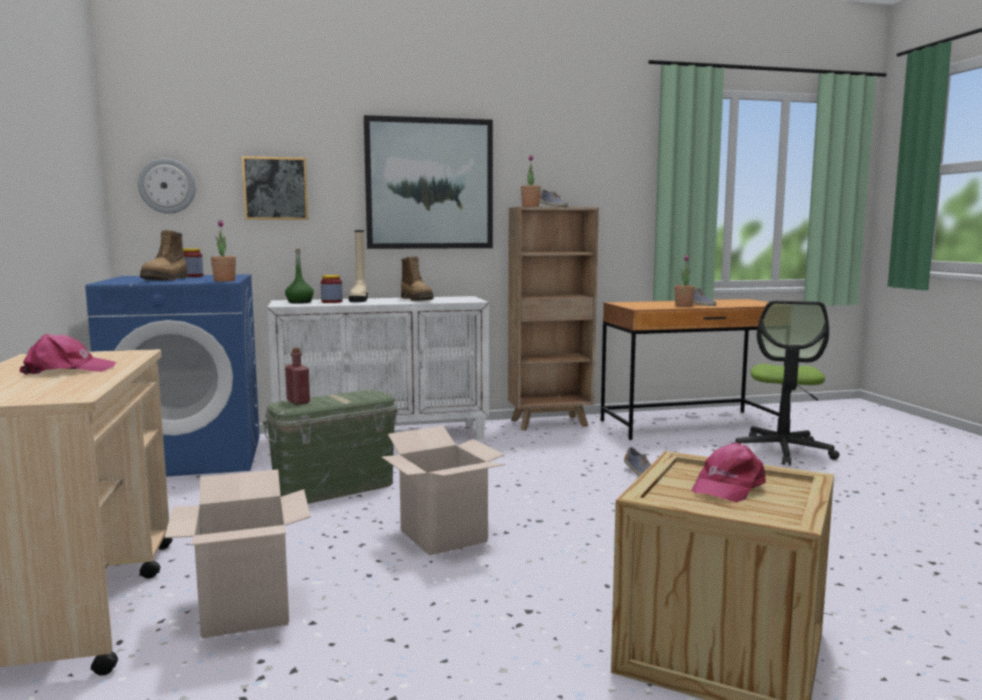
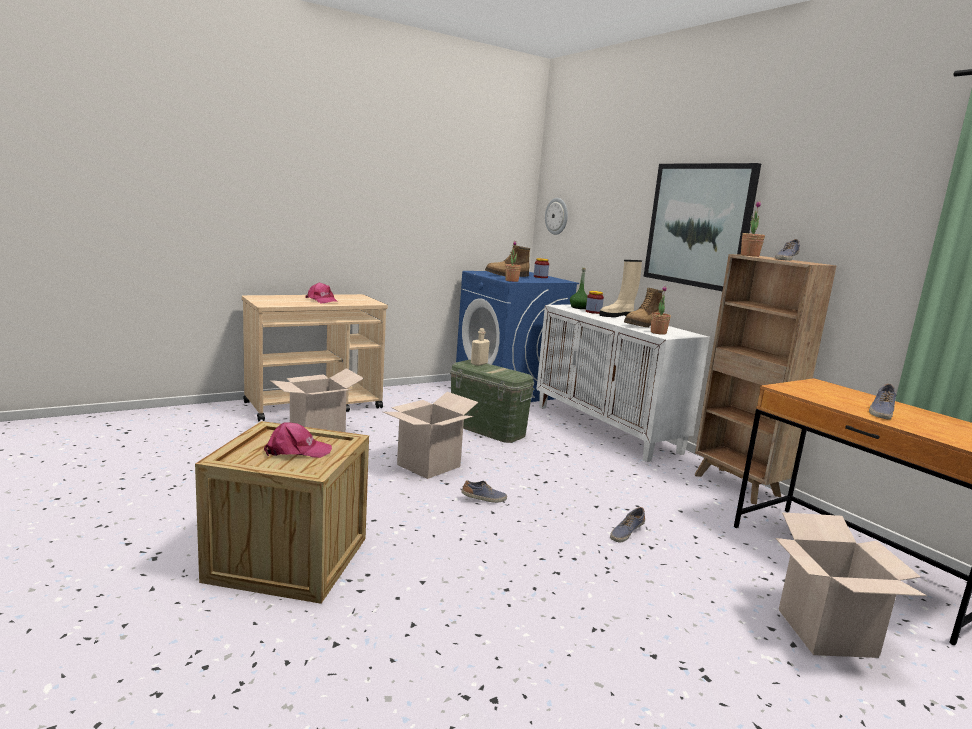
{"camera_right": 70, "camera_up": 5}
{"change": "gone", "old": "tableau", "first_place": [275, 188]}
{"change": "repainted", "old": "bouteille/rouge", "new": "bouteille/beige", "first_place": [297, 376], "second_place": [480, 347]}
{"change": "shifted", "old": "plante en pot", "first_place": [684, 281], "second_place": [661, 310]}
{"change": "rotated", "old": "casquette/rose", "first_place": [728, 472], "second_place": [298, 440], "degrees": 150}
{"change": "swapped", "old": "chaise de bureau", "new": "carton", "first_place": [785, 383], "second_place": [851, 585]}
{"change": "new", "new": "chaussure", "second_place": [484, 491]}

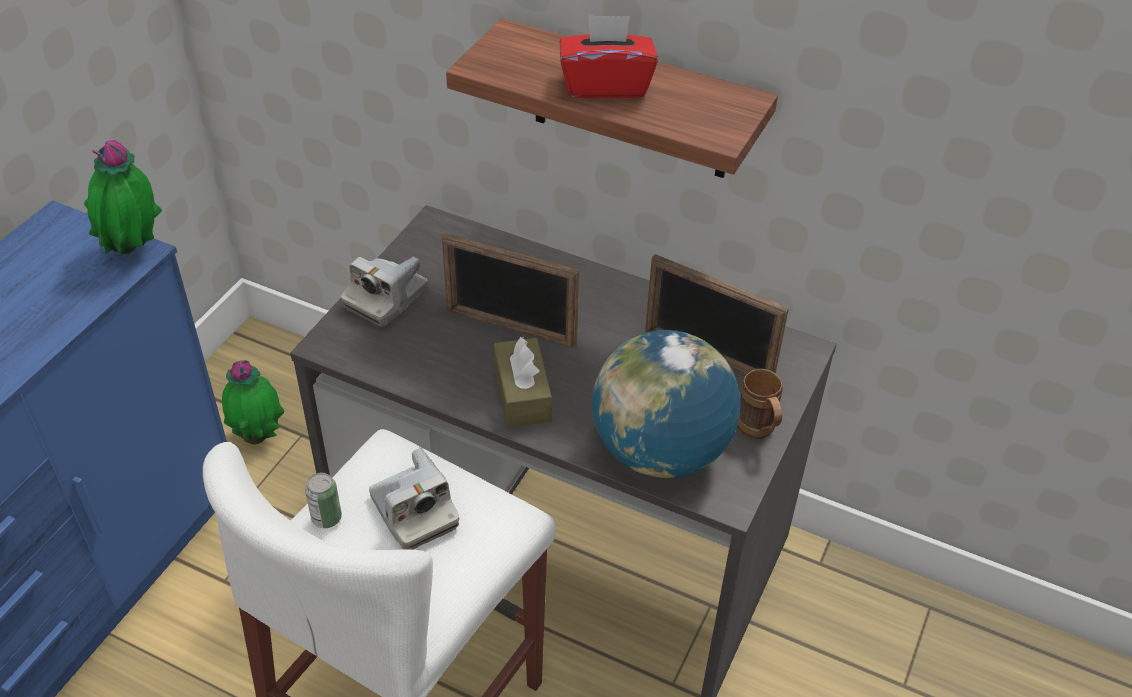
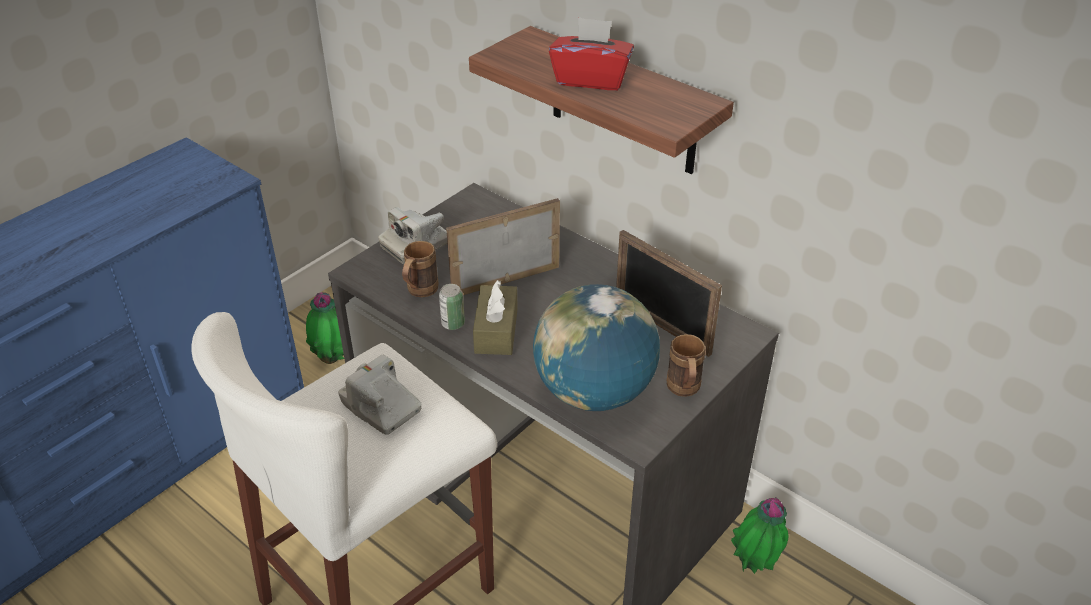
{"camera_right": 15, "camera_up": -5}
{"change": "shifted", "old": "plante en pot", "first_place": [123, 197], "second_place": [760, 535]}
{"change": "shifted", "old": "boîte métallique", "first_place": [323, 500], "second_place": [452, 307]}
{"change": "rotated", "old": "appareil photo", "first_place": [414, 499], "second_place": [379, 395], "degrees": 150}
{"change": "rotated", "old": "cadre photo", "first_place": [510, 290], "second_place": [503, 246], "degrees": 120}
{"change": "new", "new": "mug/marron", "second_place": [420, 269]}

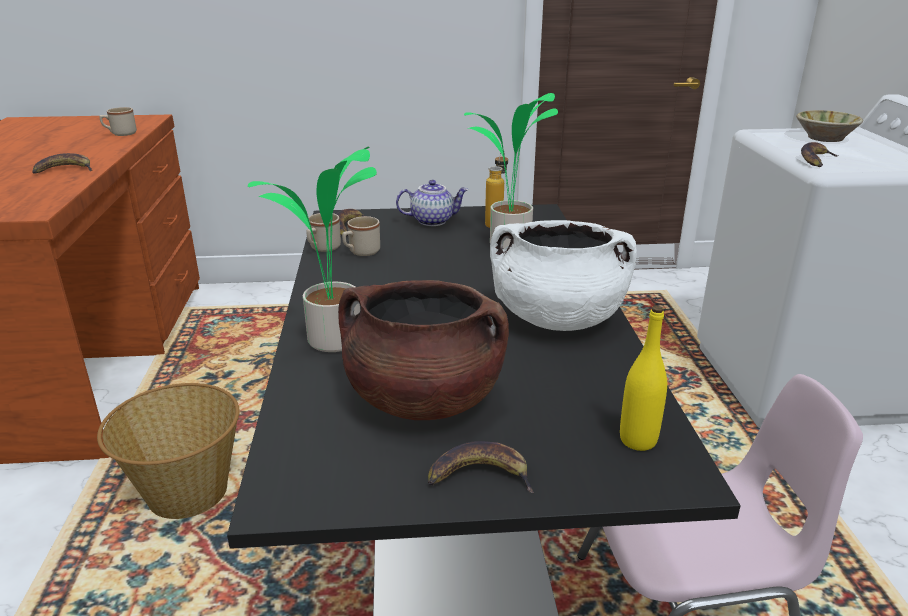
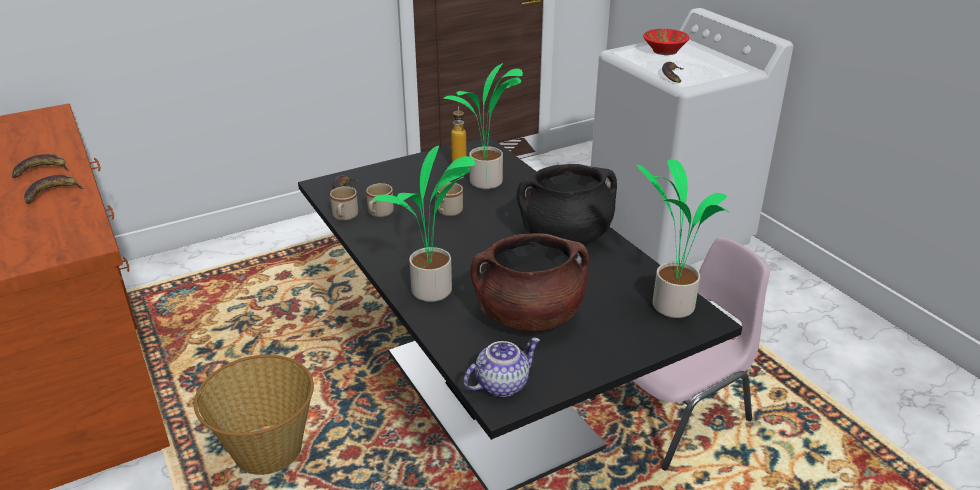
{"camera_right": -25, "camera_up": 5}
{"change": "shifted", "old": "mug/beige", "first_place": [118, 121], "second_place": [450, 199]}
{"change": "shifted", "old": "théière", "first_place": [432, 203], "second_place": [502, 367]}
{"change": "shifted", "old": "banane", "first_place": [481, 467], "second_place": [40, 166]}
{"change": "repainted", "old": "marmite/blanc", "new": "marmite/noir", "first_place": [563, 275], "second_place": [567, 204]}
{"change": "swapped", "old": "bouteille/jaune", "new": "plante en pot", "first_place": [643, 378], "second_place": [683, 238]}
{"change": "repainted", "old": "bol/beige", "new": "bol/rouge", "first_place": [829, 126], "second_place": [666, 42]}

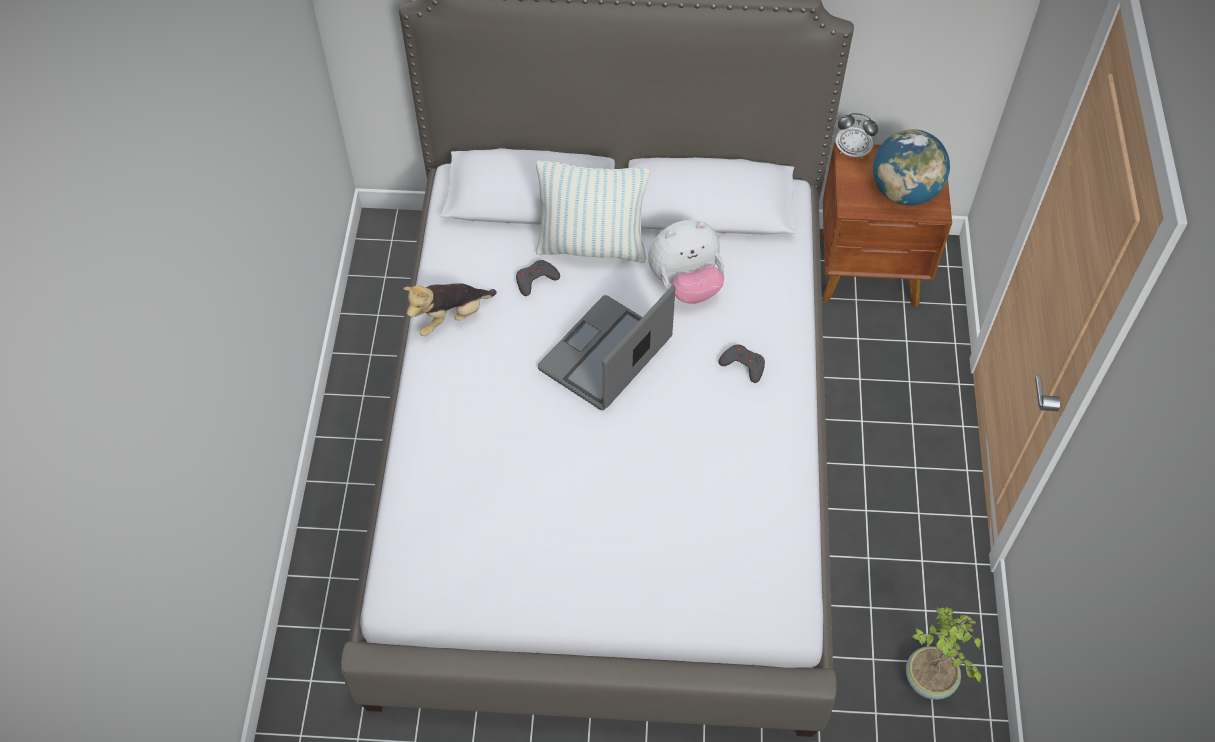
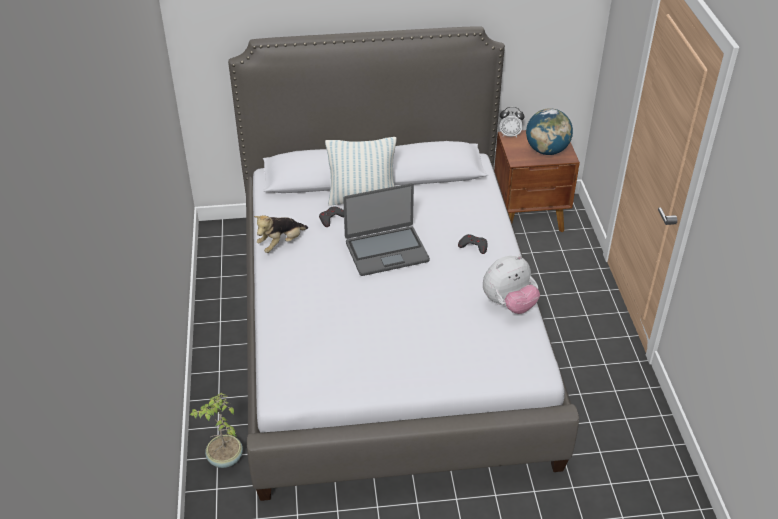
{"camera_right": -10, "camera_up": -15}
{"change": "rotated", "old": "ordinateur portable", "first_place": [606, 347], "second_place": [386, 229], "degrees": -135}
{"change": "shifted", "old": "peluche", "first_place": [686, 262], "second_place": [511, 284]}
{"change": "shifted", "old": "plante en pot", "first_place": [943, 653], "second_place": [216, 430]}

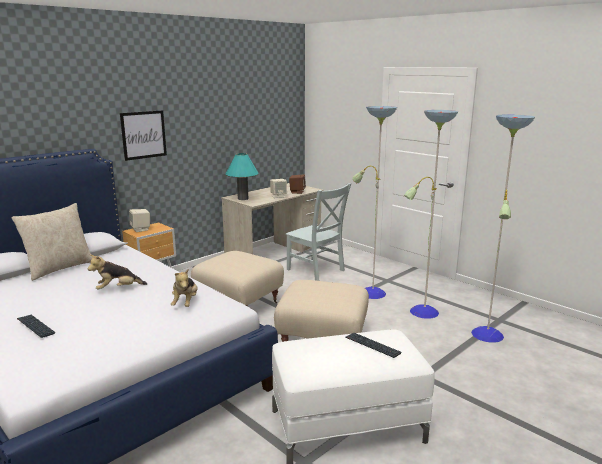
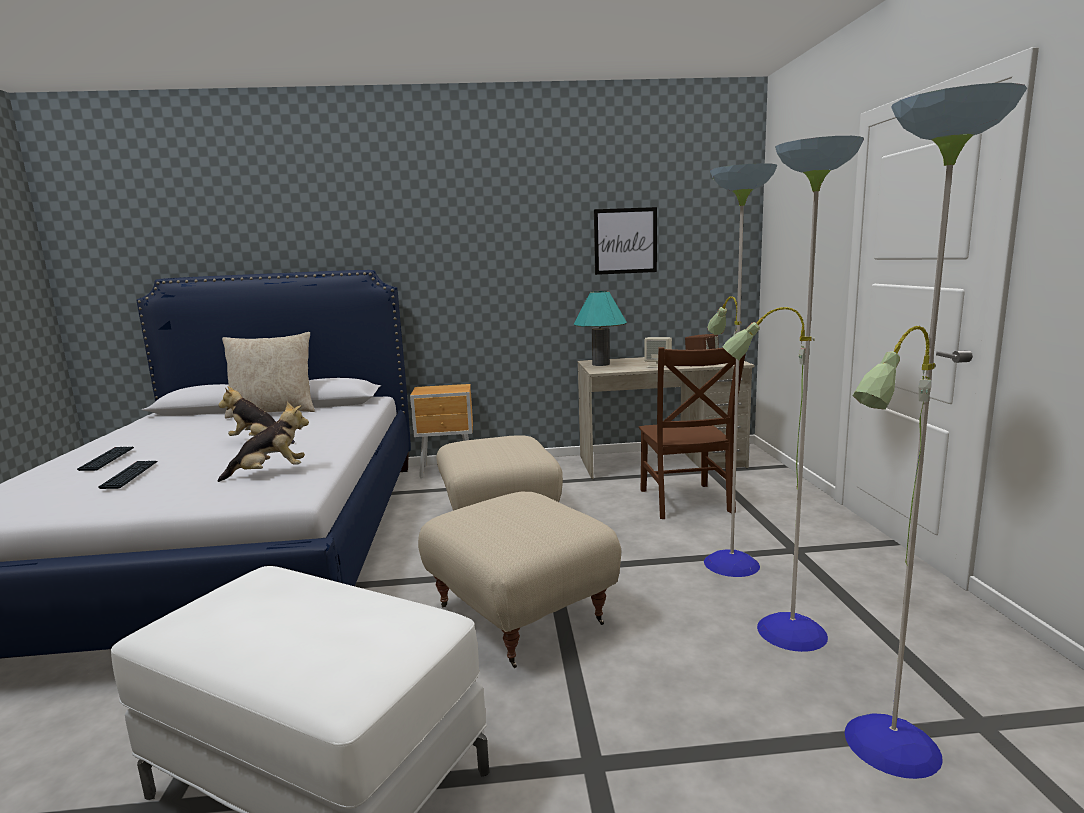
{"camera_right": 40, "camera_up": -5}
{"change": "shifted", "old": "tableau", "first_place": [143, 135], "second_place": [625, 241]}
{"change": "gone", "old": "enceinte/beige", "first_place": [139, 220]}
{"change": "rotated", "old": "peluche", "first_place": [184, 288], "second_place": [263, 442], "degrees": -150}
{"change": "repainted", "old": "chaise/gris", "new": "chaise/marron", "first_place": [318, 232], "second_place": [692, 433]}
{"change": "shifted", "old": "clavier", "first_place": [373, 345], "second_place": [128, 475]}

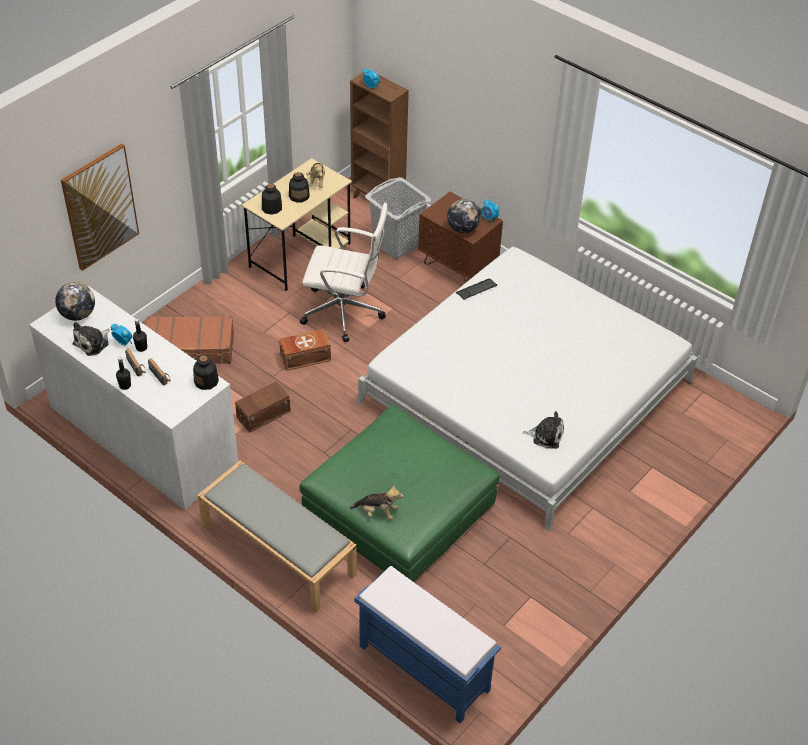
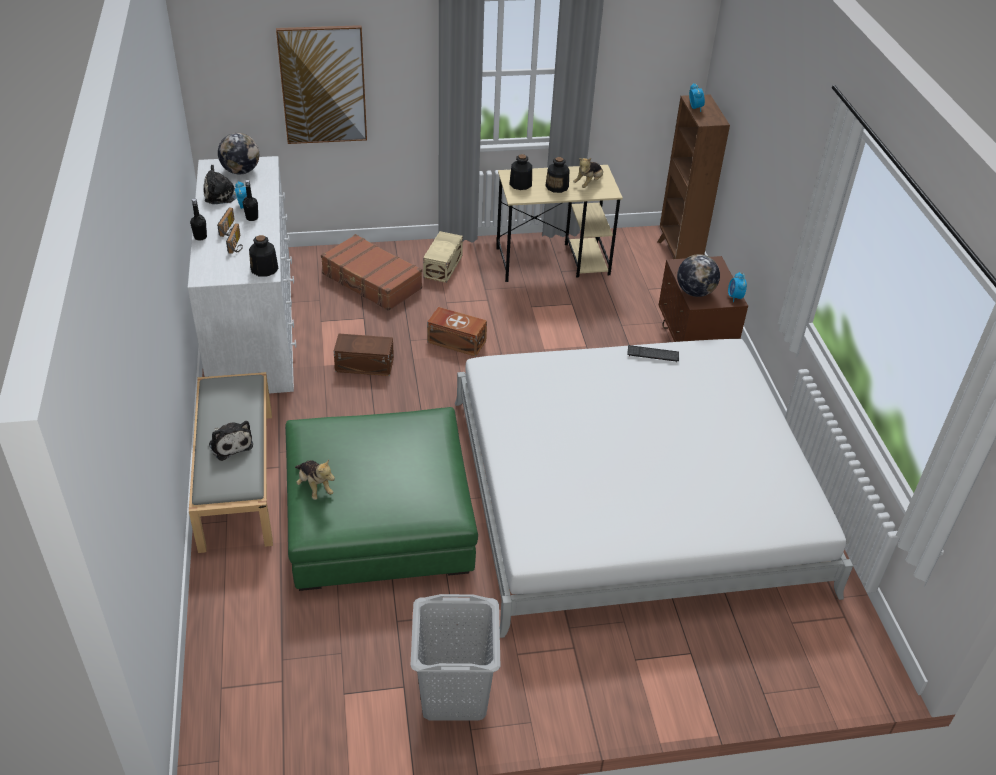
{"camera_right": 40, "camera_up": -5}
{"change": "gone", "old": "chaise de bureau/blanc", "first_place": [344, 272]}
{"change": "gone", "old": "banc/bleu", "first_place": [427, 644]}
{"change": "shifted", "old": "panier à linge/gris", "first_place": [398, 218], "second_place": [455, 657]}
{"change": "shifted", "old": "peluche", "first_place": [543, 430], "second_place": [231, 441]}
{"change": "new", "new": "boîte de rangement/beige", "second_place": [443, 257]}

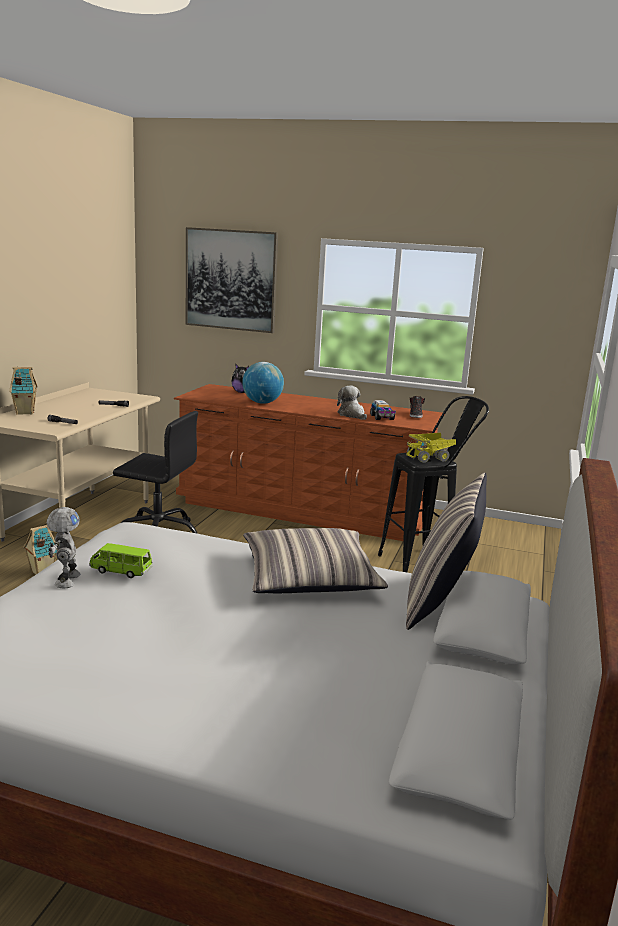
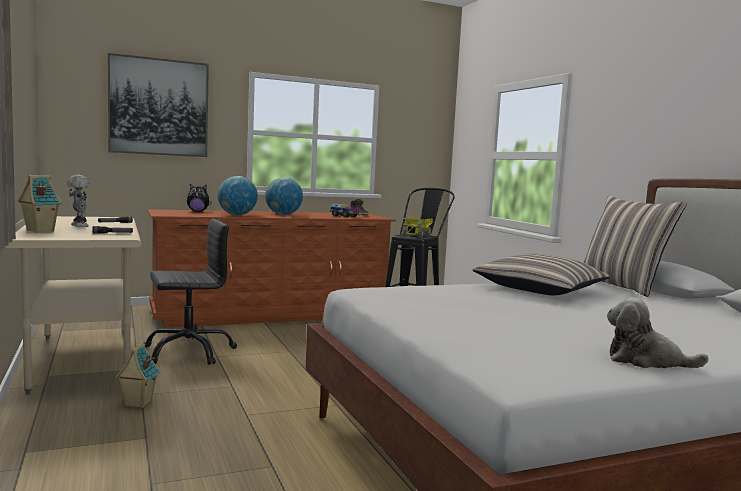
{"camera_right": -40, "camera_up": -10}
{"change": "shifted", "old": "robot jouet", "first_place": [63, 547], "second_place": [78, 201]}
{"change": "gone", "old": "petite voiture/vert", "first_place": [121, 560]}
{"change": "shifted", "old": "peluche", "first_place": [352, 403], "second_place": [658, 332]}
{"change": "new", "new": "globe", "second_place": [284, 196]}

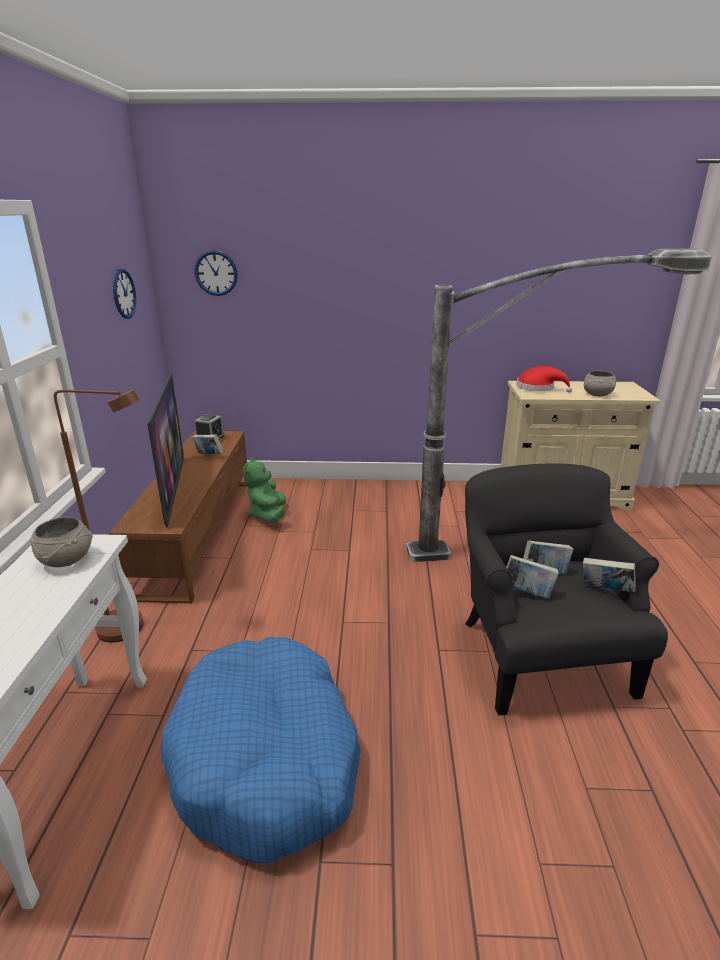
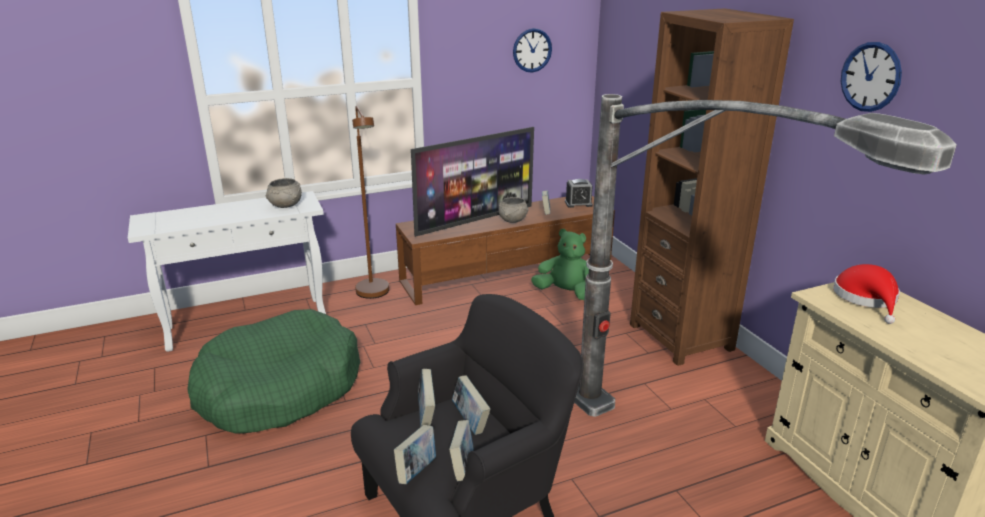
{"camera_right": 65, "camera_up": 0}
{"change": "repainted", "old": "panier pour chien/bleu", "new": "panier pour chien/vert", "first_place": [261, 750], "second_place": [273, 371]}
{"change": "shifted", "old": "horloge murale", "first_place": [216, 273], "second_place": [871, 77]}
{"change": "rotated", "old": "peluche/vert", "first_place": [265, 490], "second_place": [560, 264], "degrees": 45}
{"change": "shifted", "old": "bol/gris", "first_place": [600, 383], "second_place": [513, 210]}
{"change": "new", "new": "livre", "second_place": [415, 454]}
{"change": "new", "new": "bibliothèque/marron", "second_place": [712, 187]}

